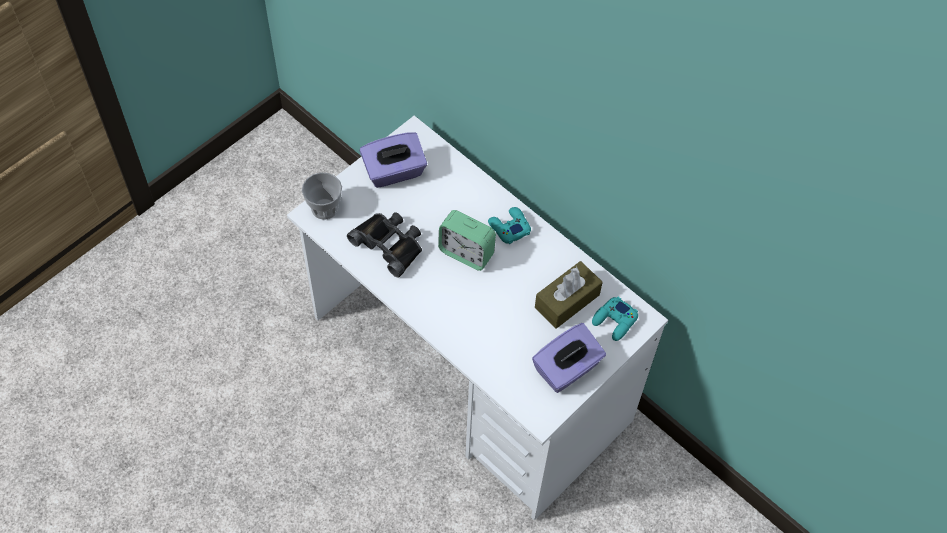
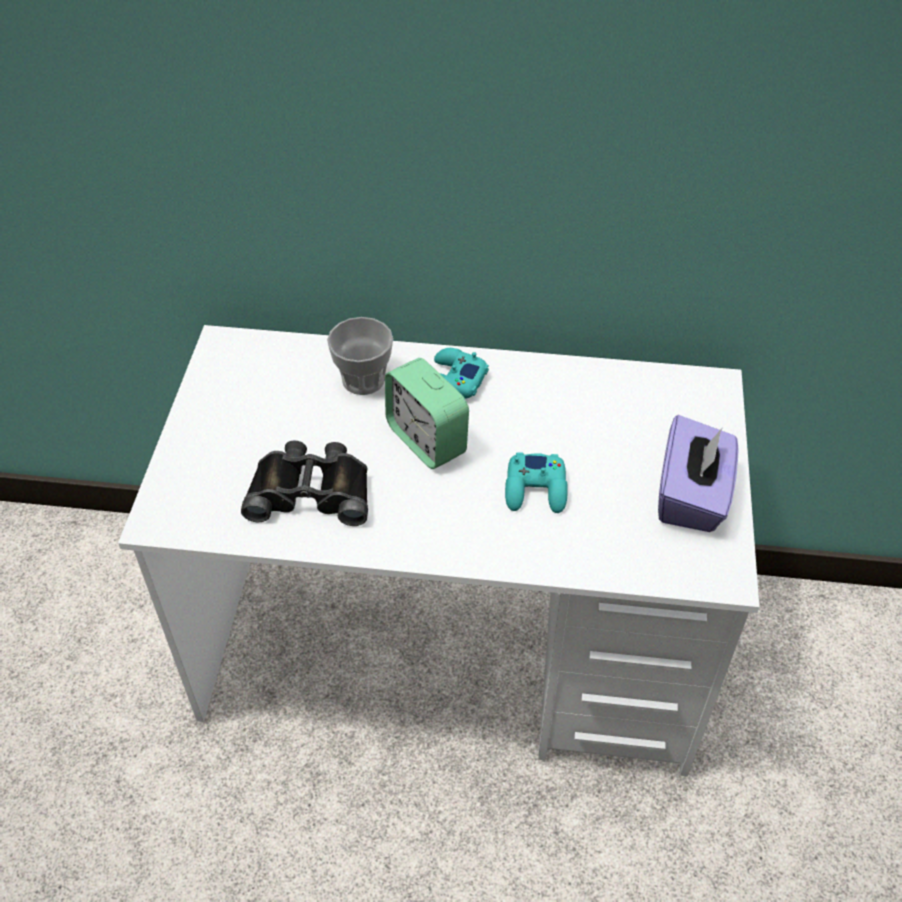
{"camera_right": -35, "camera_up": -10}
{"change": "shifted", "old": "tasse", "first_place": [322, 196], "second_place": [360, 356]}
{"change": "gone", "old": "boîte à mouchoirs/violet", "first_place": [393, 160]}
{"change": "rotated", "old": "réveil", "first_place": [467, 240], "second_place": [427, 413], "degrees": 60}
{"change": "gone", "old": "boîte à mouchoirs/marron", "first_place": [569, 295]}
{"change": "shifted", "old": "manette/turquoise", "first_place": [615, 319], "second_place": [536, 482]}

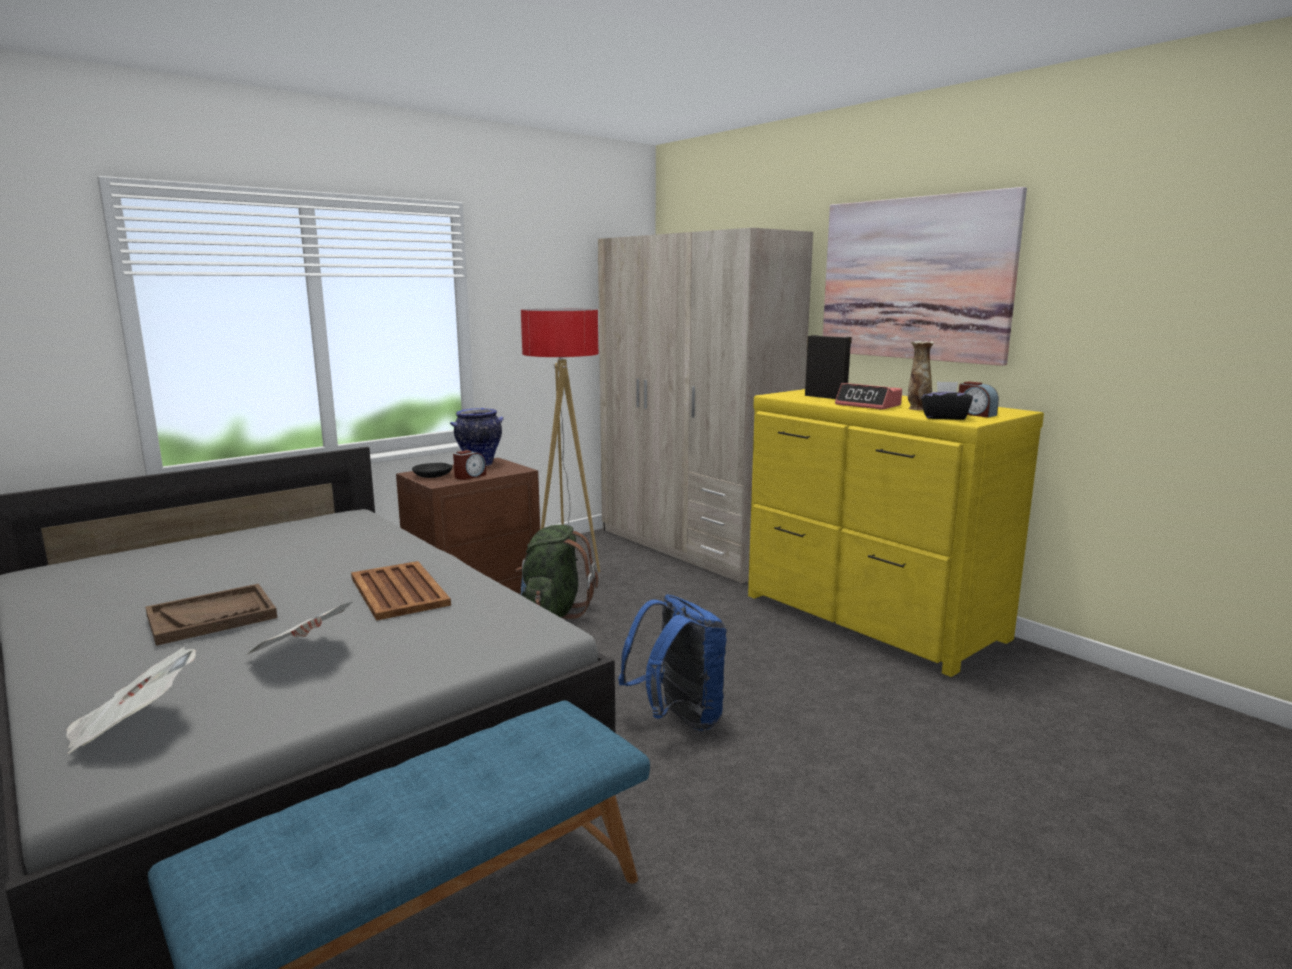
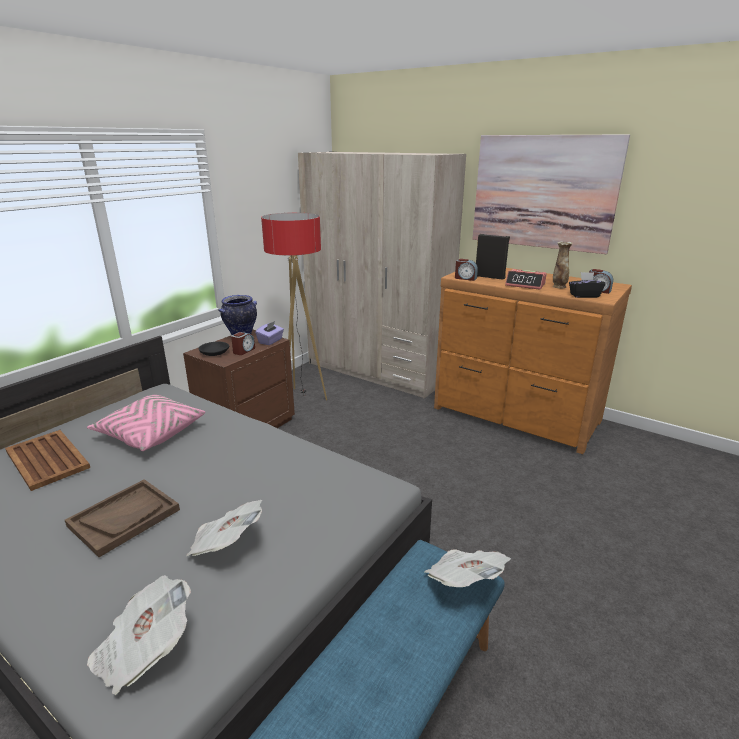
{"camera_right": -15, "camera_up": 10}
{"change": "shifted", "old": "plateau/marron", "first_place": [401, 591], "second_place": [47, 460]}
{"change": "gone", "old": "sac à dos/vert", "first_place": [557, 572]}
{"change": "gone", "old": "sac à dos/bleu", "first_place": [672, 662]}
{"change": "repainted", "old": "commode/jaune", "new": "commode/marron", "first_place": [896, 533], "second_place": [533, 361]}
{"change": "new", "new": "coussin/rose", "second_place": [146, 423]}
{"change": "new", "new": "boîte à mouchoirs/violet", "second_place": [269, 333]}
{"change": "new", "new": "journal", "second_place": [467, 568]}
{"change": "new", "new": "réveil", "second_place": [466, 270]}

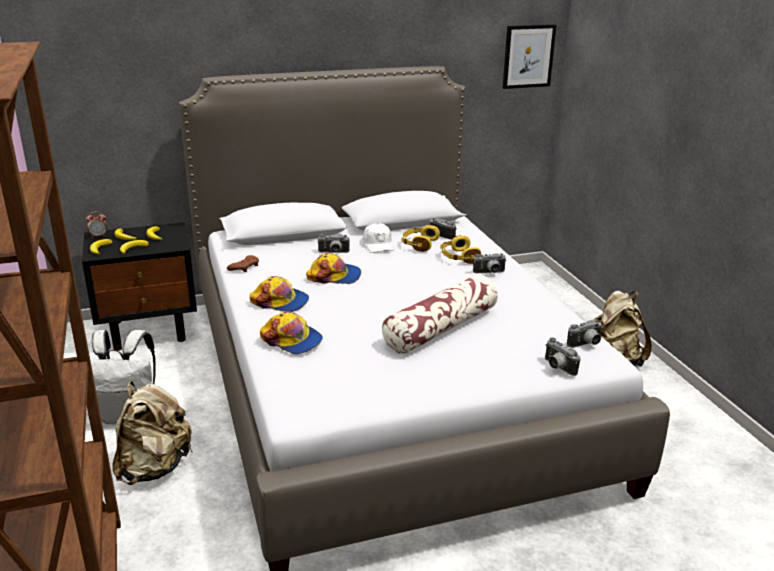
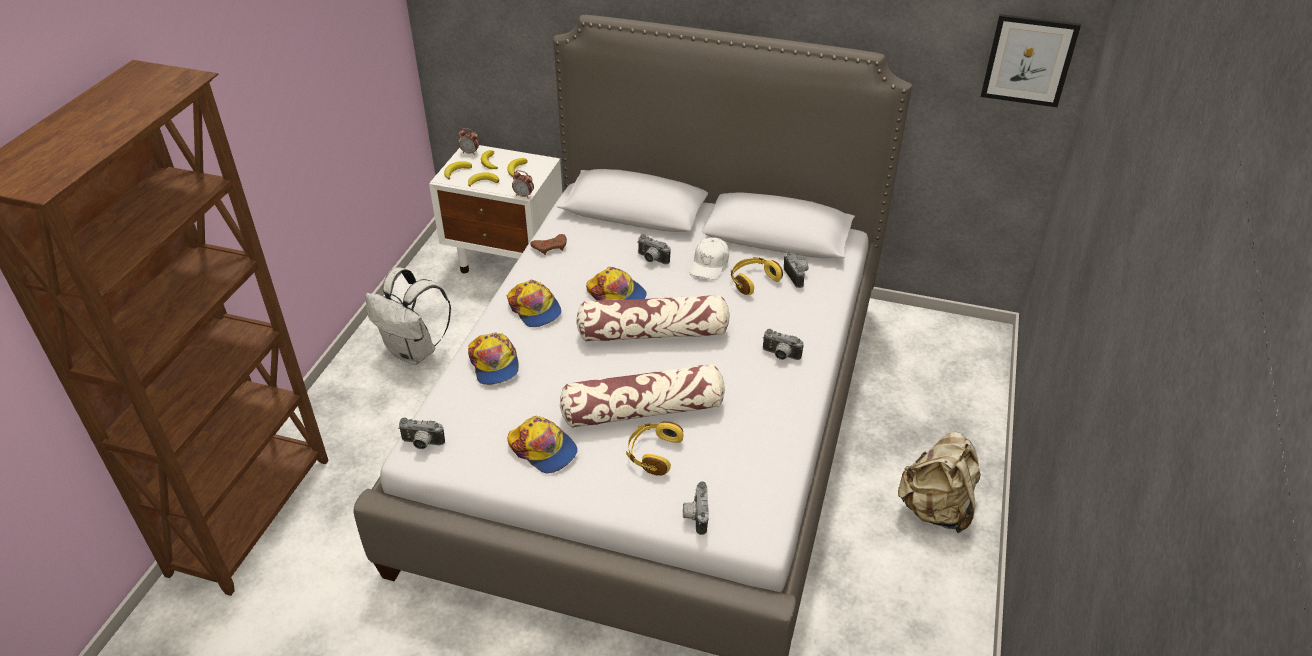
{"camera_right": 35, "camera_up": 15}
{"change": "repainted", "old": "table de chevet/noir", "new": "table de chevet/blanc", "first_place": [139, 286], "second_place": [495, 209]}
{"change": "gone", "old": "sac à dos/beige", "first_place": [153, 433]}
{"change": "shifted", "old": "casque audio/jaune", "first_place": [460, 249], "second_place": [655, 448]}
{"change": "shifted", "old": "appareil photo", "first_place": [584, 333], "second_place": [421, 433]}
{"change": "new", "new": "casquette", "second_place": [542, 444]}
{"change": "new", "new": "réveil", "second_place": [523, 184]}
{"change": "new", "new": "coussin", "second_place": [653, 318]}

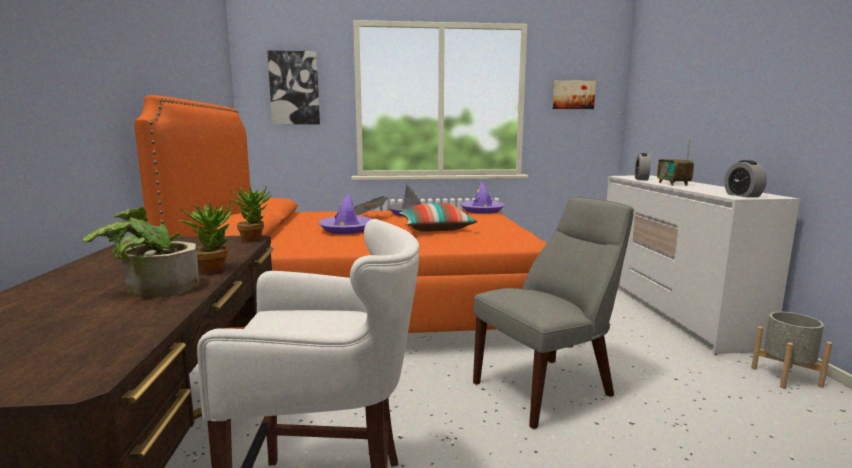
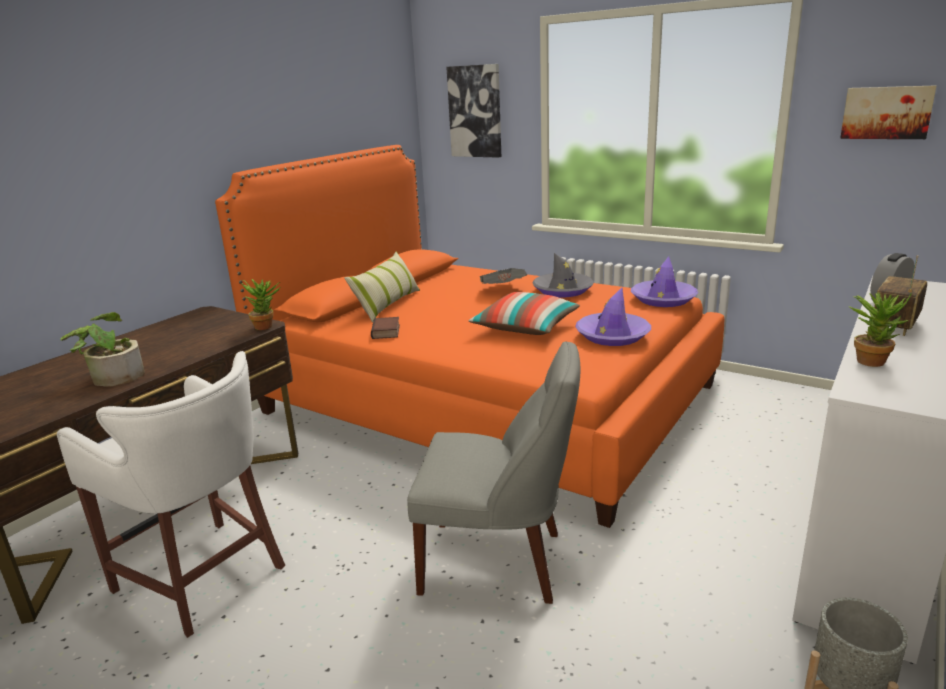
{"camera_right": 40, "camera_up": 10}
{"change": "shifted", "old": "plante en pot", "first_place": [204, 237], "second_place": [880, 329]}
{"change": "shifted", "old": "chapeau/violet", "first_place": [344, 213], "second_place": [613, 317]}
{"change": "gone", "old": "réveil", "first_place": [745, 178]}
{"change": "new", "new": "coussin", "second_place": [382, 287]}
{"change": "new", "new": "livre", "second_place": [385, 328]}

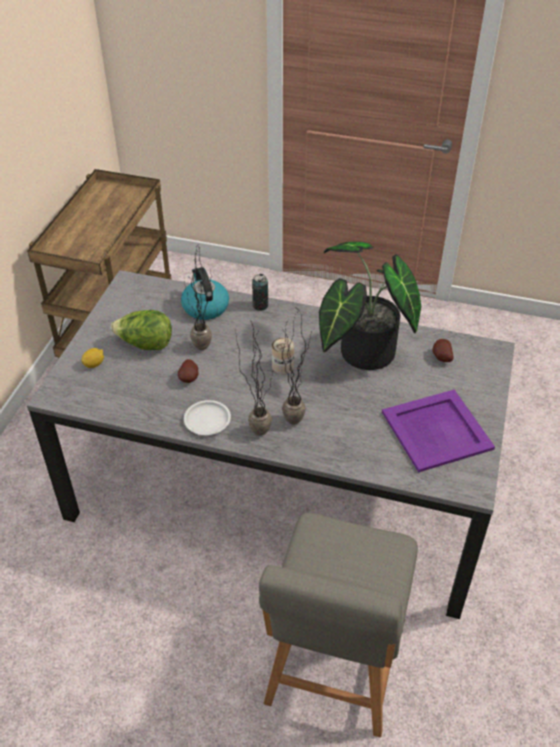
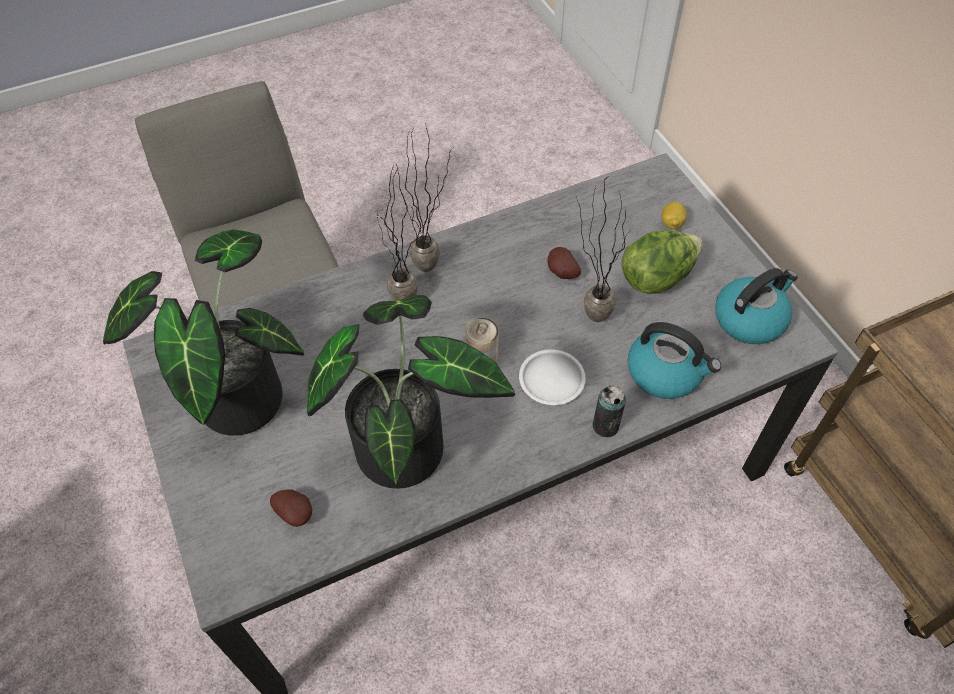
{"camera_right": 140, "camera_up": 10}
{"change": "shifted", "old": "assiette/blanc", "first_place": [207, 417], "second_place": [552, 377]}
{"change": "swapped", "old": "plateau/violet", "new": "plante en pot", "first_place": [438, 431], "second_place": [203, 332]}
{"change": "new", "new": "bouilloire", "second_place": [756, 306]}

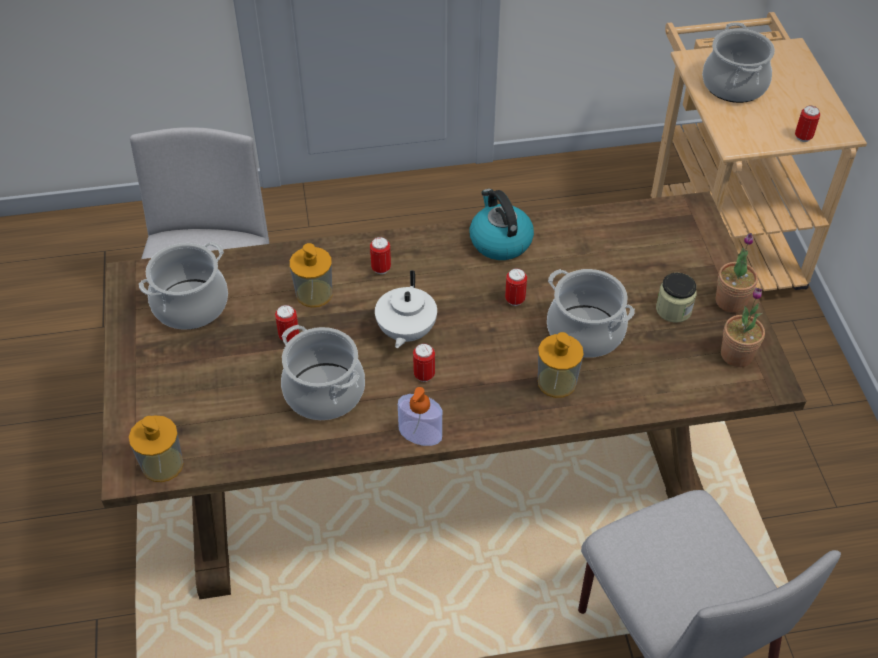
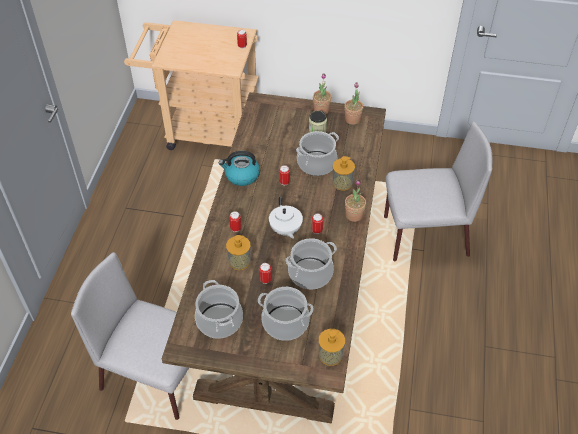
{"camera_right": -70, "camera_up": 0}
{"change": "rotated", "old": "théière/blanc", "first_place": [406, 309], "second_place": [286, 218], "degrees": 45}
{"change": "gone", "old": "distributeur de savon", "first_place": [420, 416]}
{"change": "shifted", "old": "marmite", "first_place": [738, 62], "second_place": [286, 314]}
{"change": "new", "new": "plante en pot", "second_place": [355, 200]}

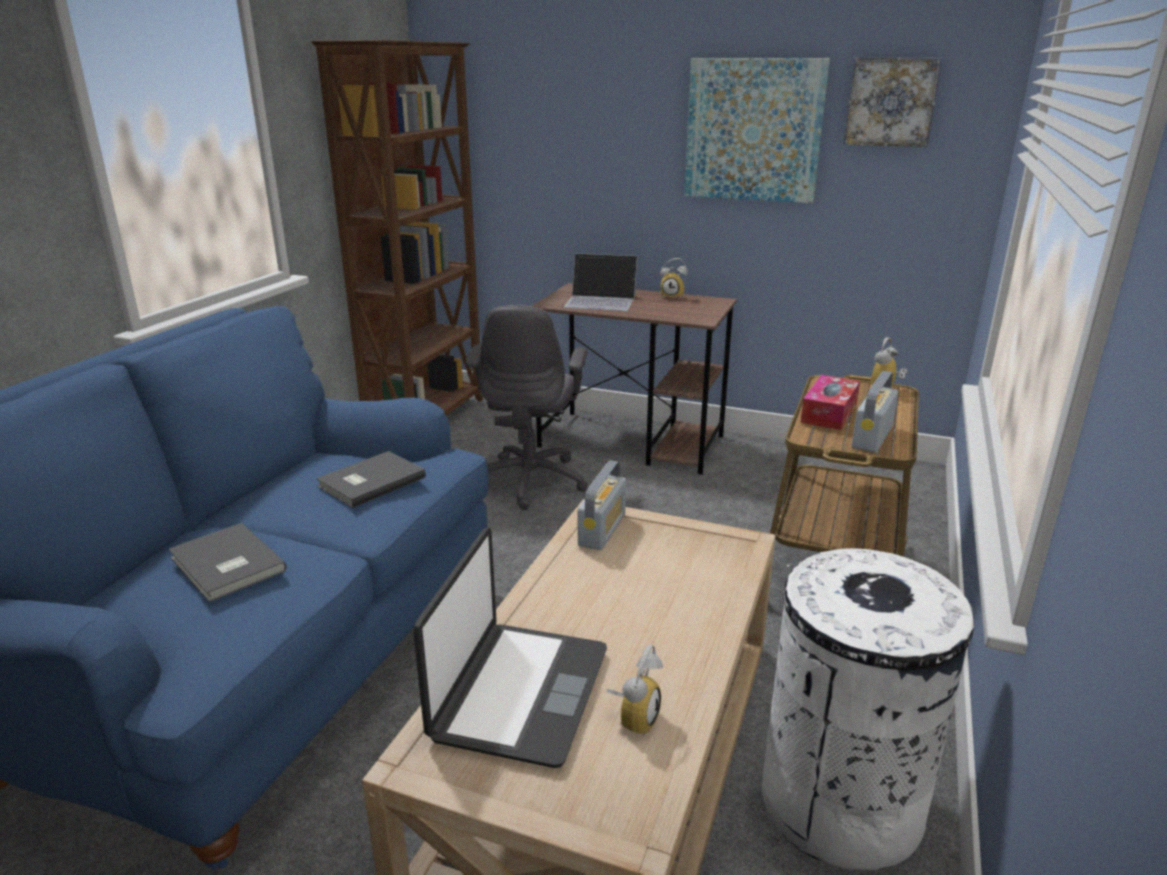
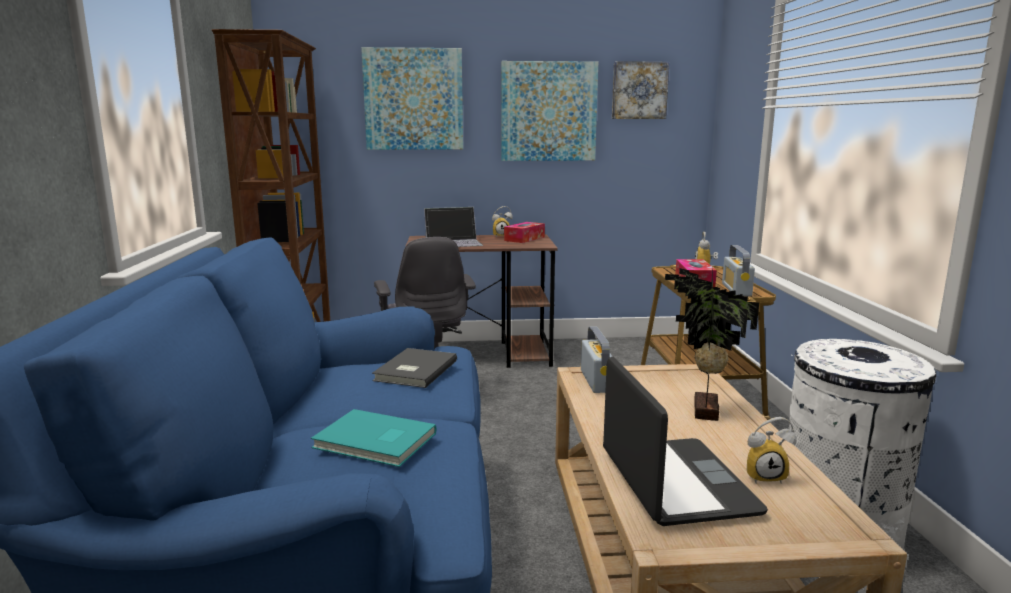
{"camera_right": -25, "camera_up": -10}
{"change": "repainted", "old": "livre/gris", "new": "livre/turquoise", "first_place": [227, 562], "second_place": [373, 438]}
{"change": "rotated", "old": "réveil", "first_place": [635, 690], "second_place": [772, 450], "degrees": 90}
{"change": "new", "new": "tableau", "second_place": [412, 98]}
{"change": "new", "new": "boîte à mouchoirs", "second_place": [524, 232]}
{"change": "new", "new": "plante en pot", "second_place": [712, 344]}

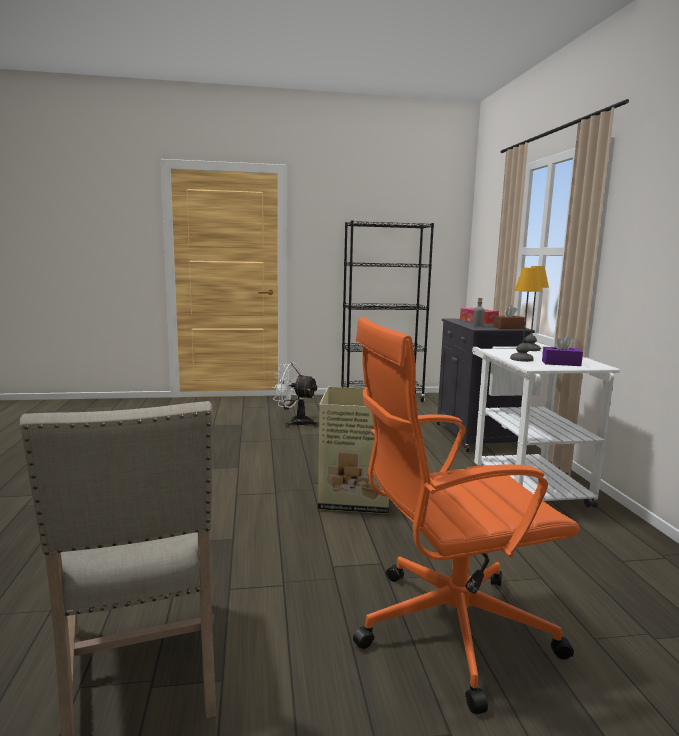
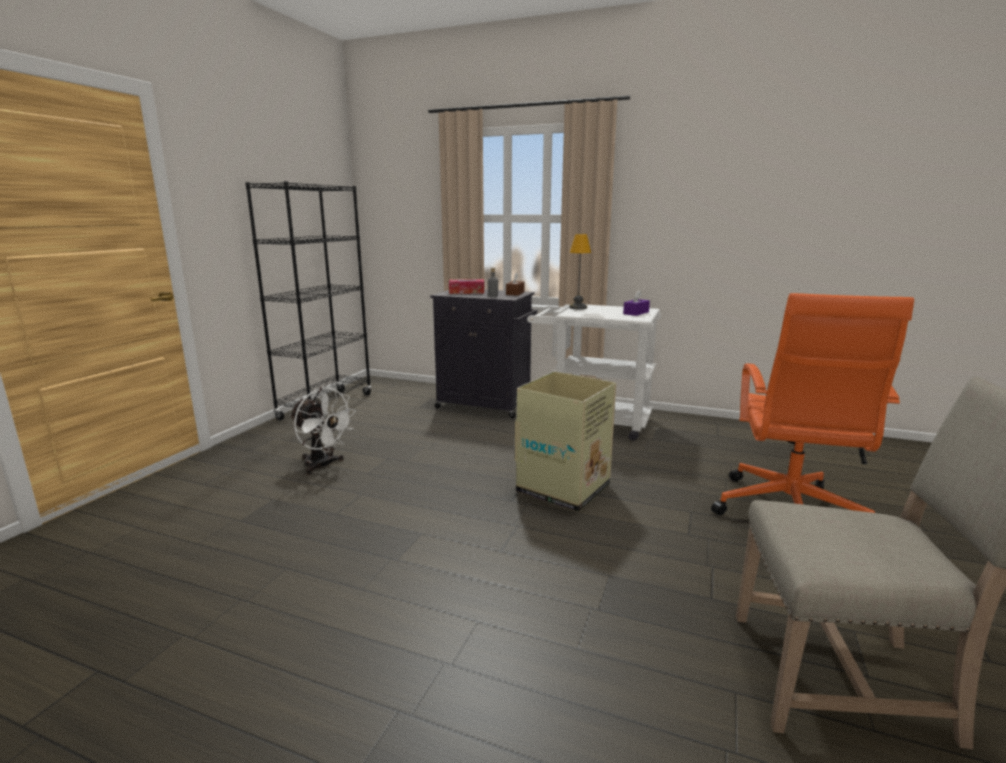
{"camera_right": -60, "camera_up": 5}
{"change": "rotated", "old": "ventilateur/blanc", "first_place": [295, 394], "second_place": [323, 431], "degrees": -105}
{"change": "gone", "old": "lampe de table", "first_place": [526, 315]}

